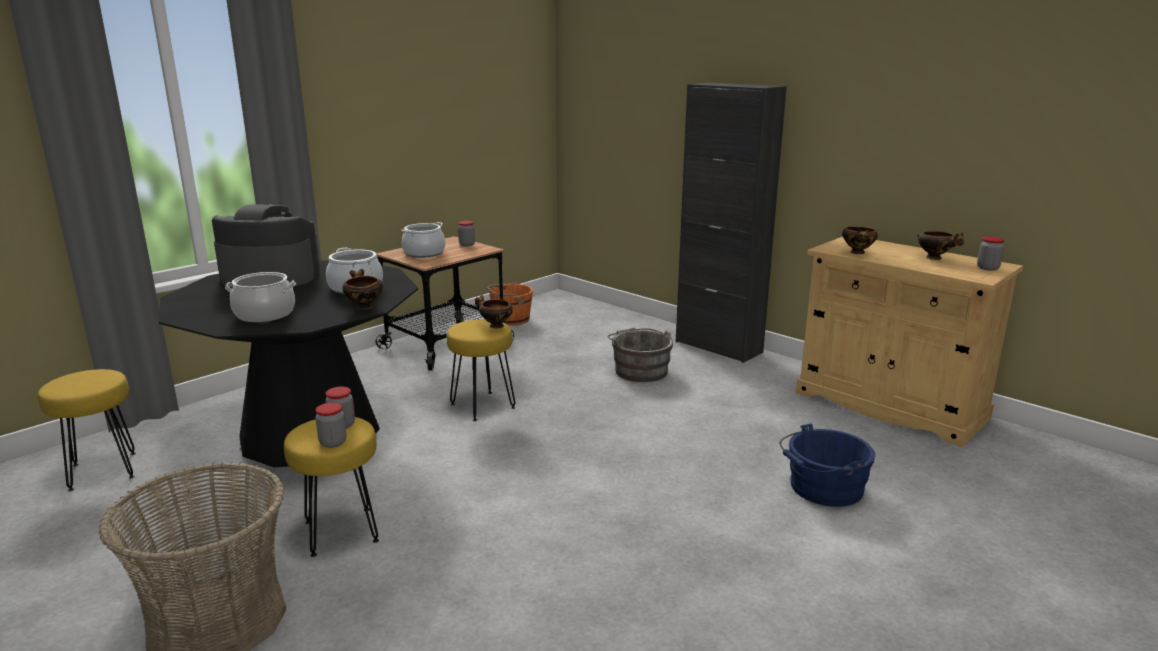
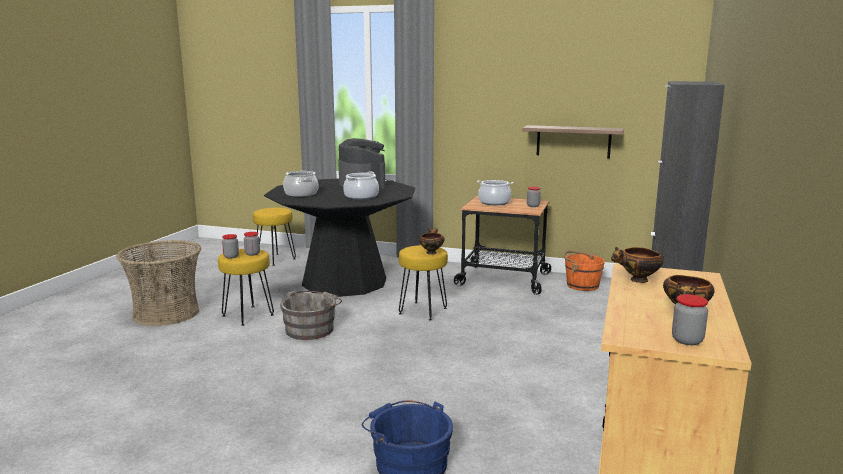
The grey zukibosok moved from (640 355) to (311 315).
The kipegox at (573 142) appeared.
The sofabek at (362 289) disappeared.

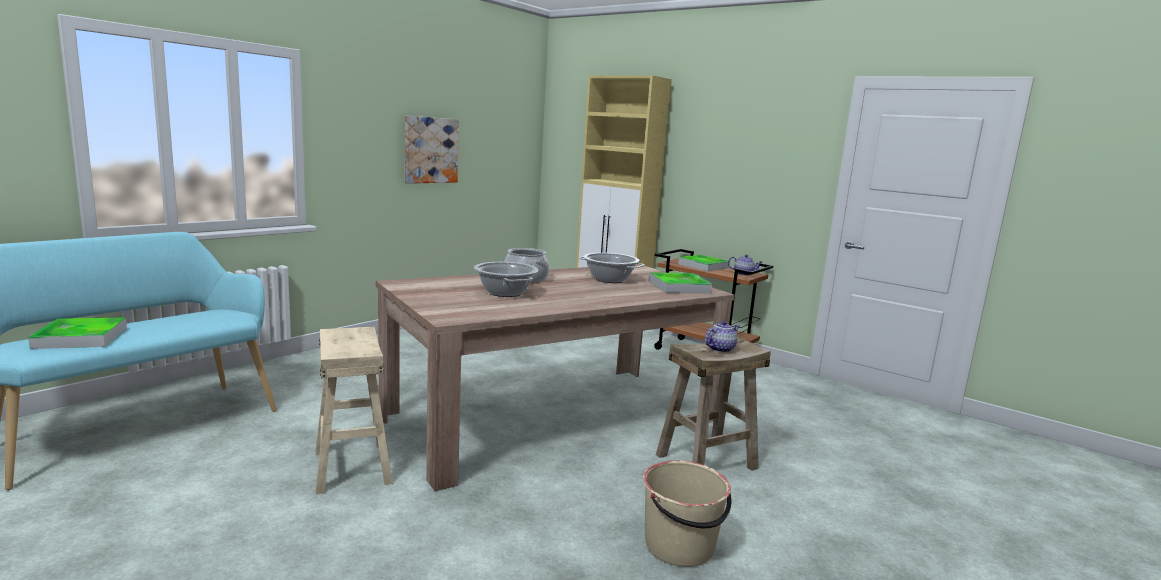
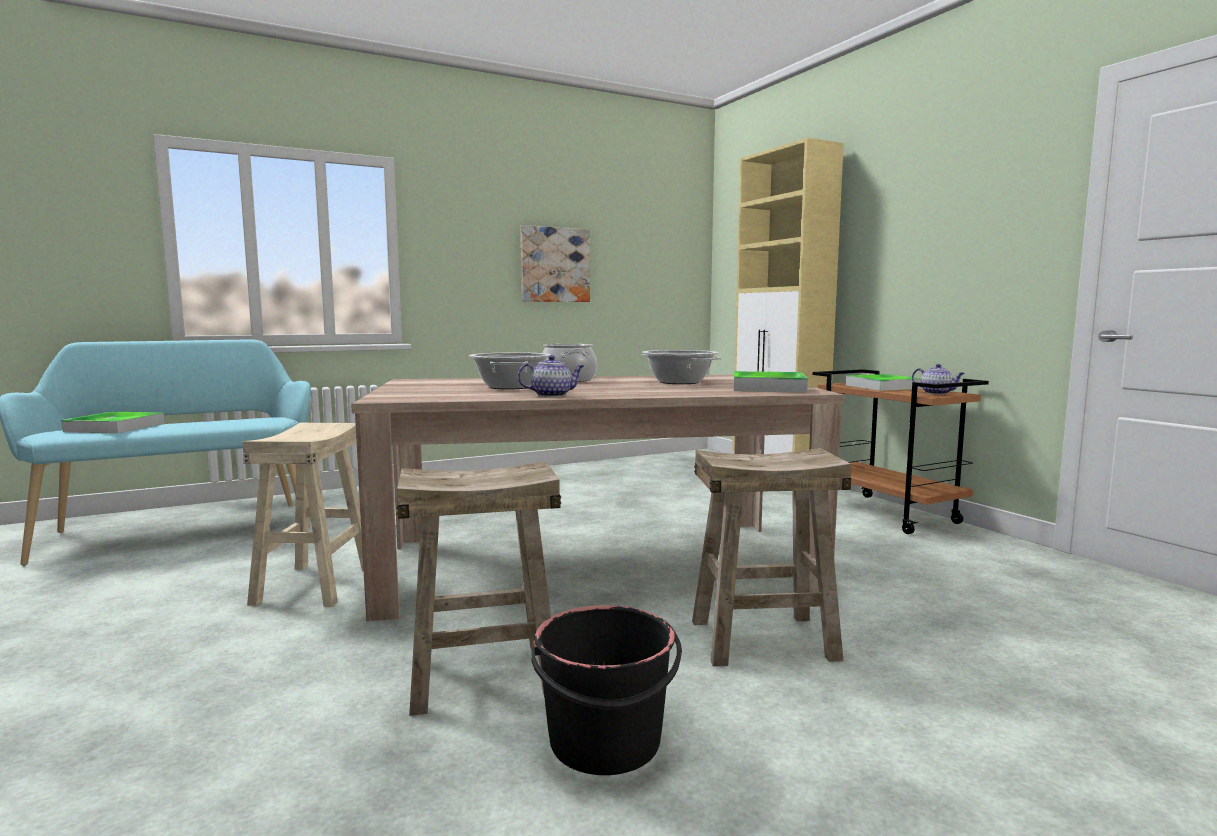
The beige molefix at (478 588) appeared.
The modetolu moved from (722 337) to (551 376).
The beige zukibosok at (687 513) became the black zukibosok at (606 690).

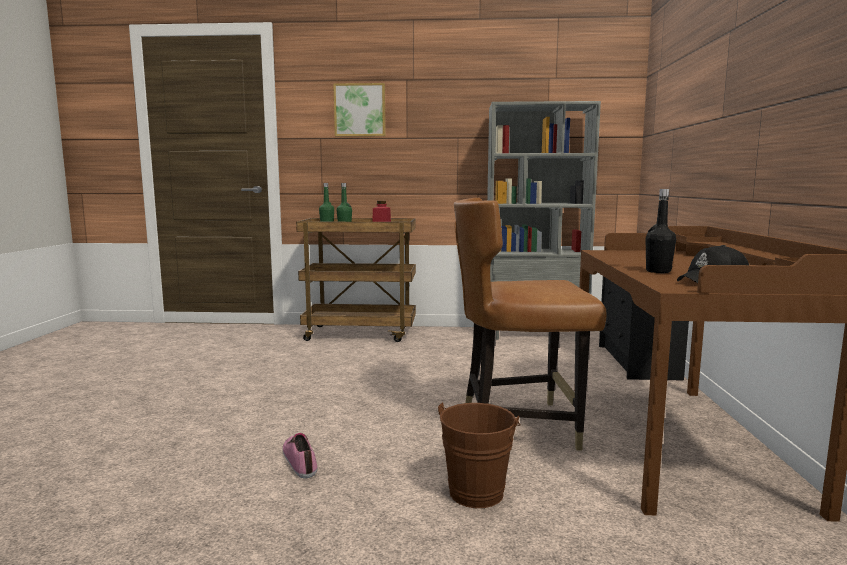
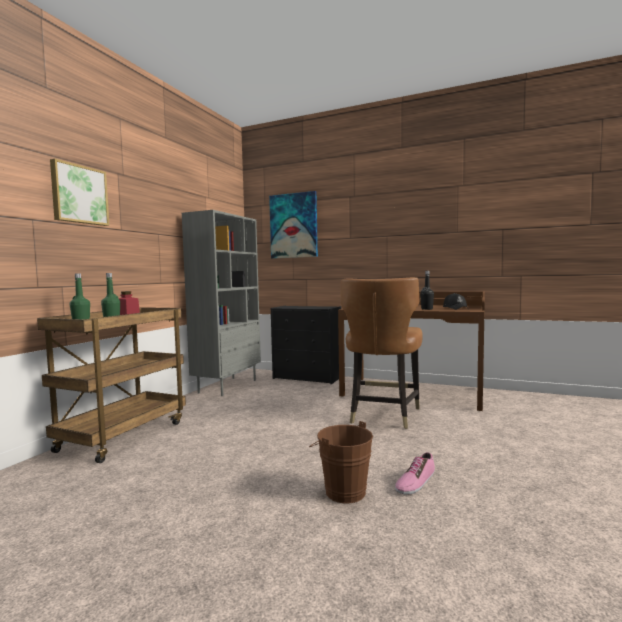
The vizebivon at (293 225) appeared.
The brown zukibosok moved from (479 455) to (341 462).
The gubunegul at (300 455) turned 45 degrees counterclockwise.

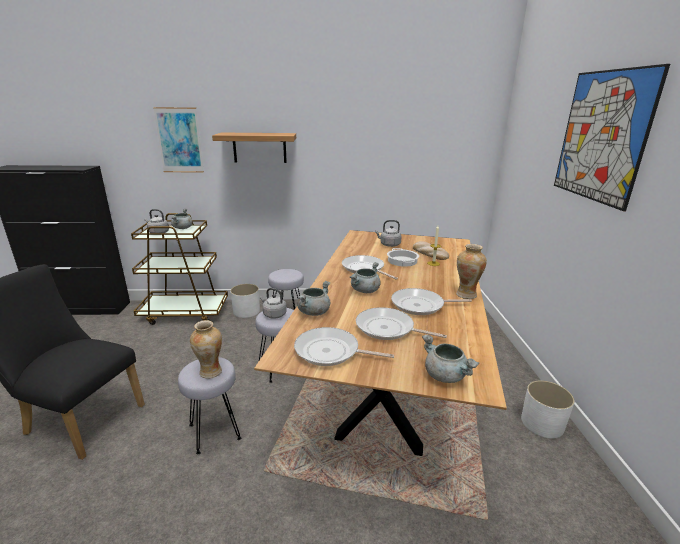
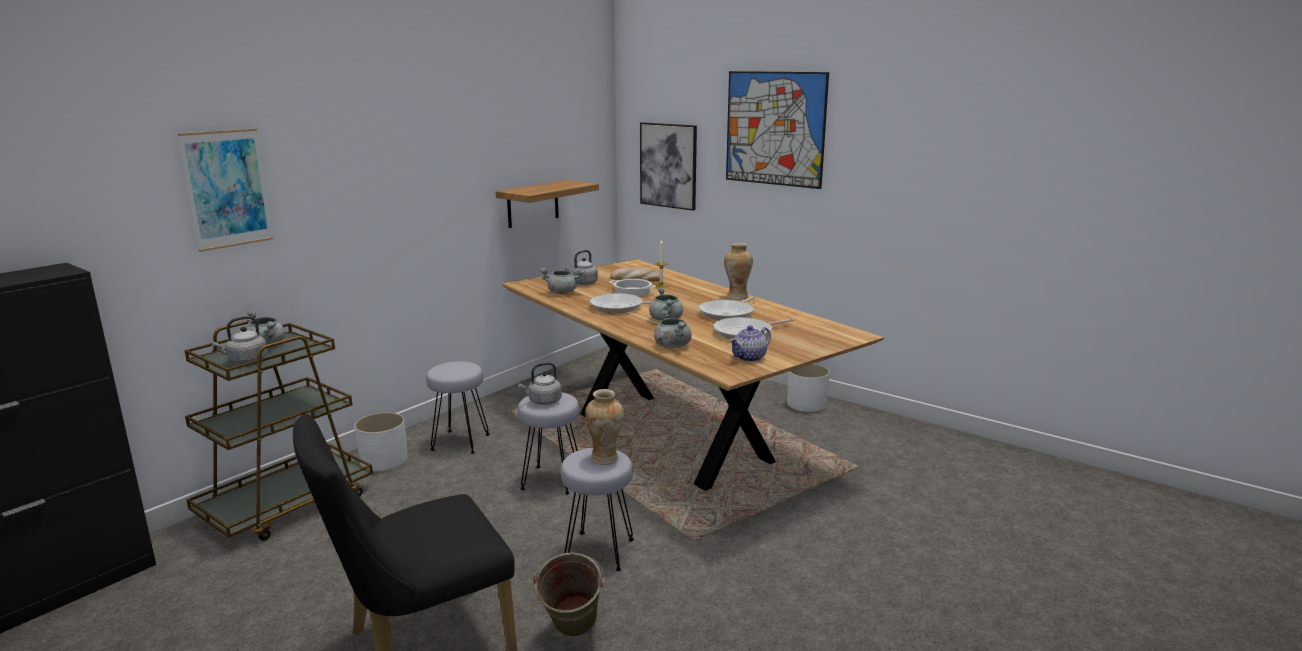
The kipegox moved from (254 148) to (547 204).
The green zukibosok at (569 594) appeared.
The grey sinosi moved from (450 358) to (562 281).
The vizebivon at (668 166) appeared.
The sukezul at (344 346) was replaced by the modetolu at (750 344).

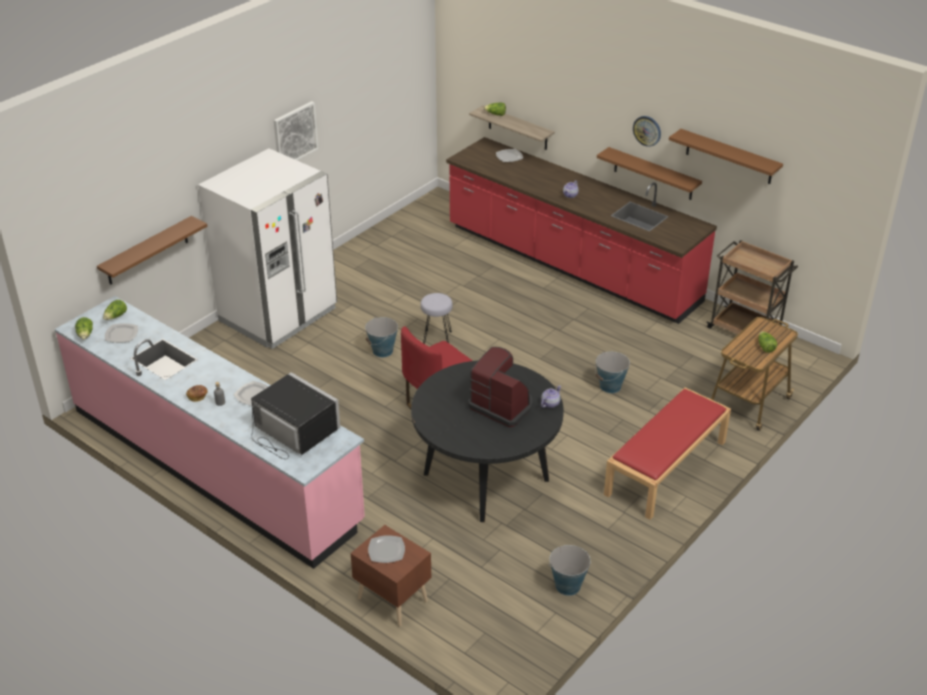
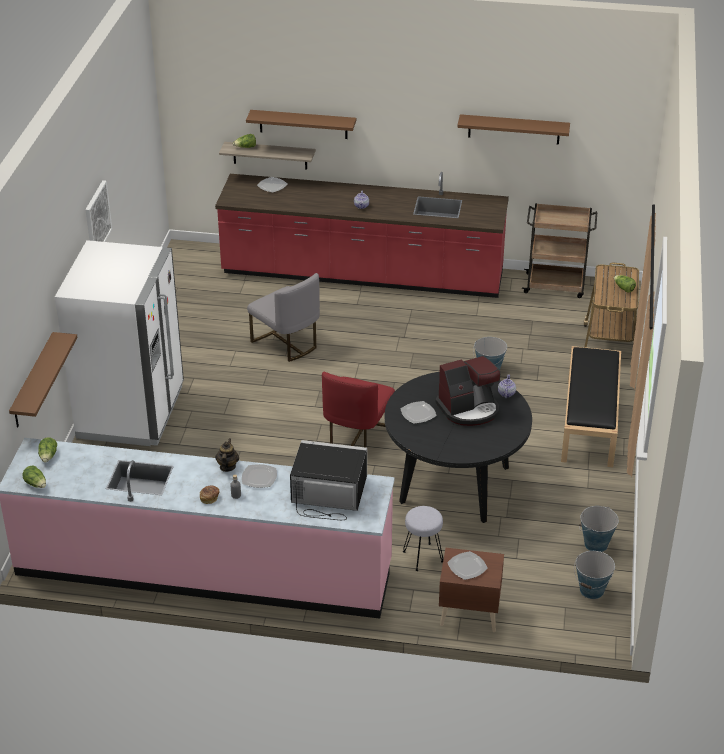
The modetolu at (227 455) appeared.
The brown kipegox moved from (649 173) to (301 124).
The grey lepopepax at (283 317) appeared.
The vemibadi moved from (121 333) to (419 412).
The grey molefix moved from (437 318) to (423 538).
The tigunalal at (500 387) turned 150 degrees clockwise.
The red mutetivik at (667 453) became the black mutetivik at (591 406).
The zukibosok moved from (381 337) to (594 575).
The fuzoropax at (647 131) disappeared.

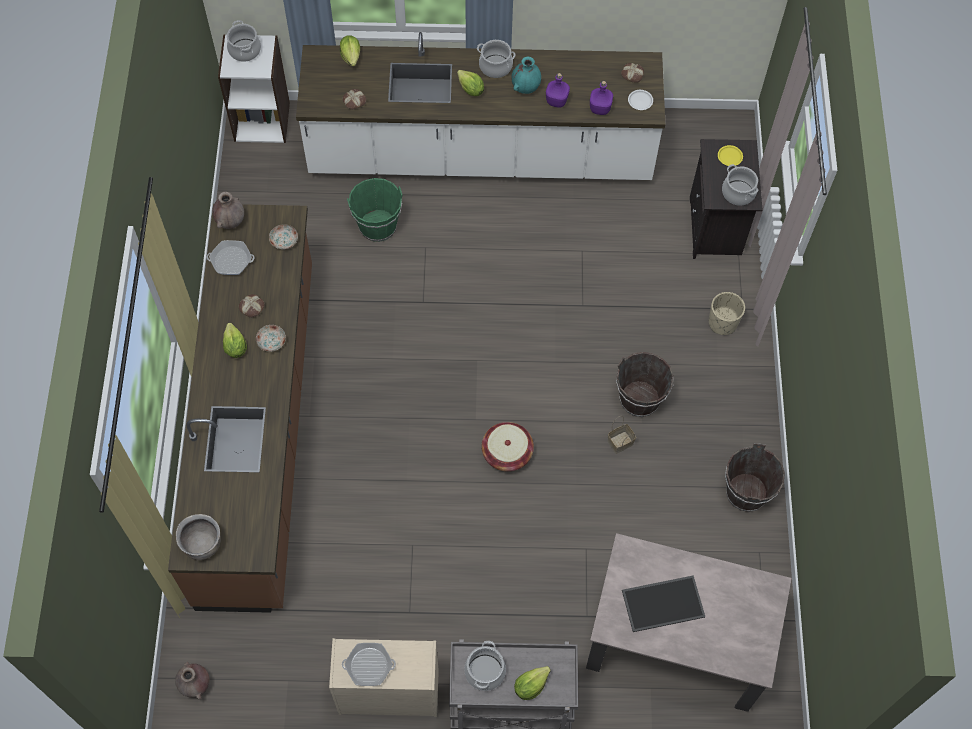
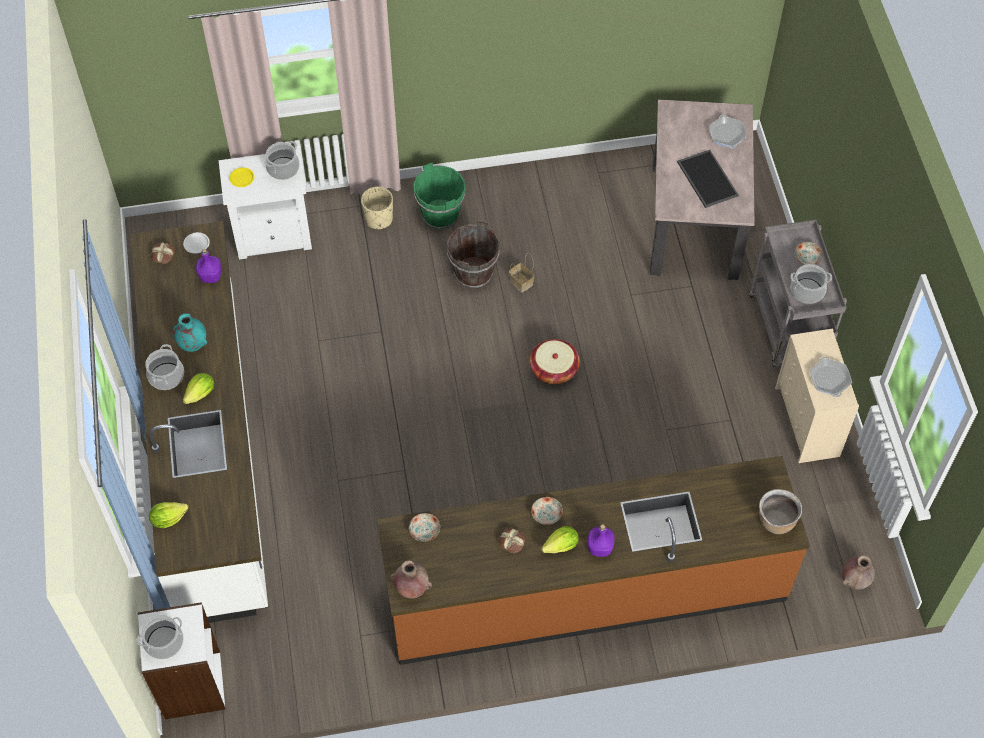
The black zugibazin at (726 199) became the white zugibazin at (265 204).
The green zukibosok moved from (374 210) to (439 196).
The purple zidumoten moved from (558 90) to (601 540).
The sukezul moved from (231 257) to (728 131).
The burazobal at (532 683) was replaced by the vemibadi at (809 253).
The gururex at (354 99) disappeared.
The brown zukibosok at (755 477) disappeared.

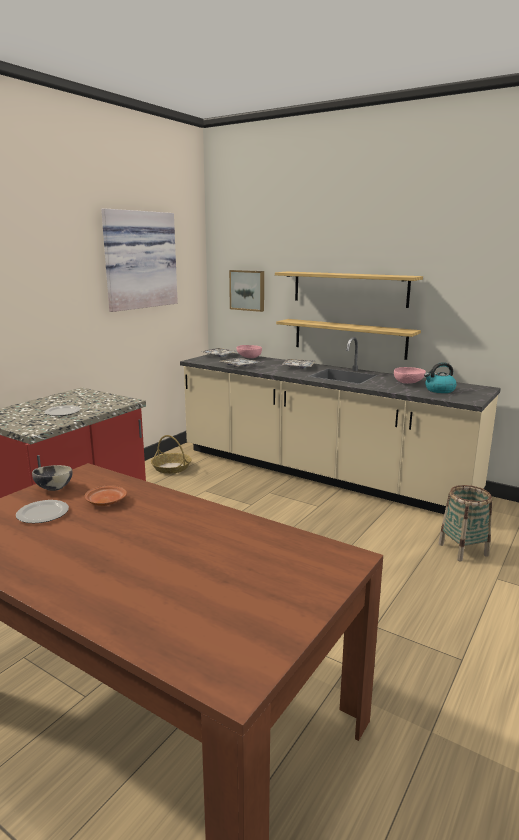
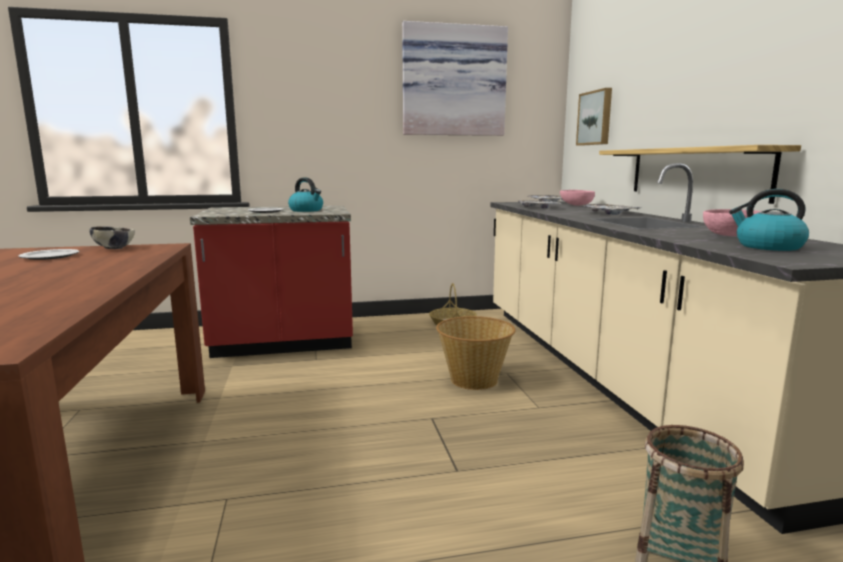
The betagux at (305 194) appeared.
The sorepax at (476 353) appeared.
The brown vemibadi at (106 495) disappeared.
The kipegox at (349 289) disappeared.

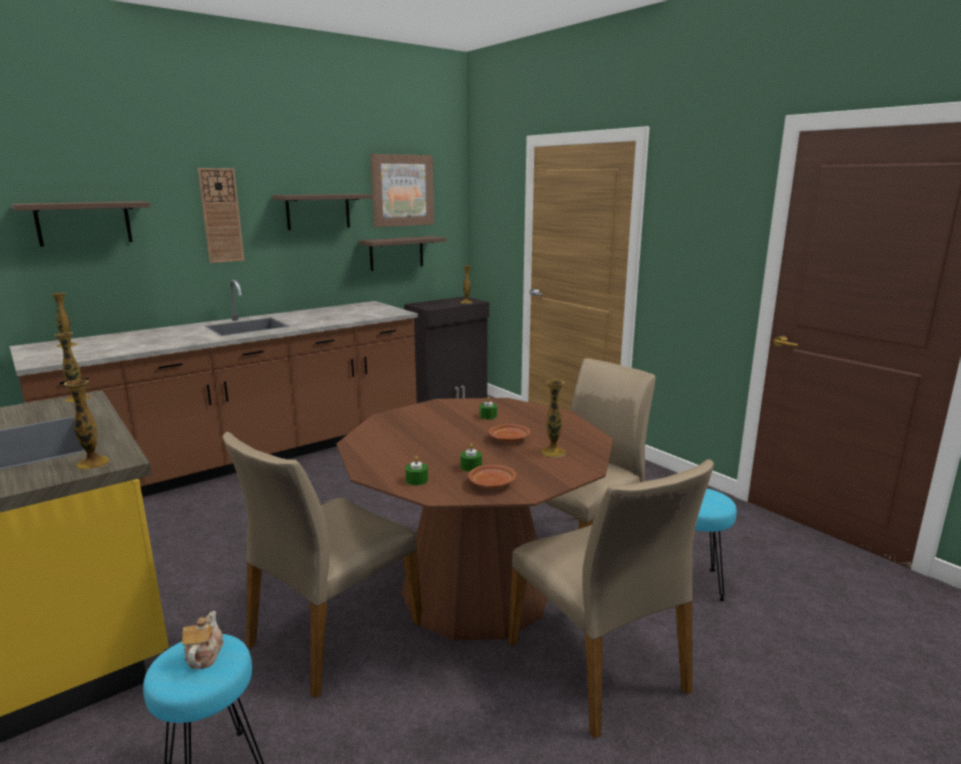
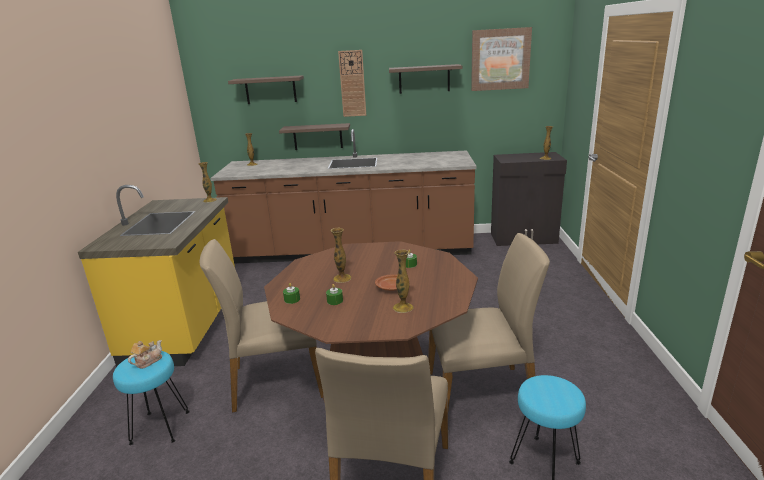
The kipegox moved from (402 253) to (314 136).
The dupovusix moved from (87 424) to (341 255).
The brown vemibadi at (492 476) disappeared.

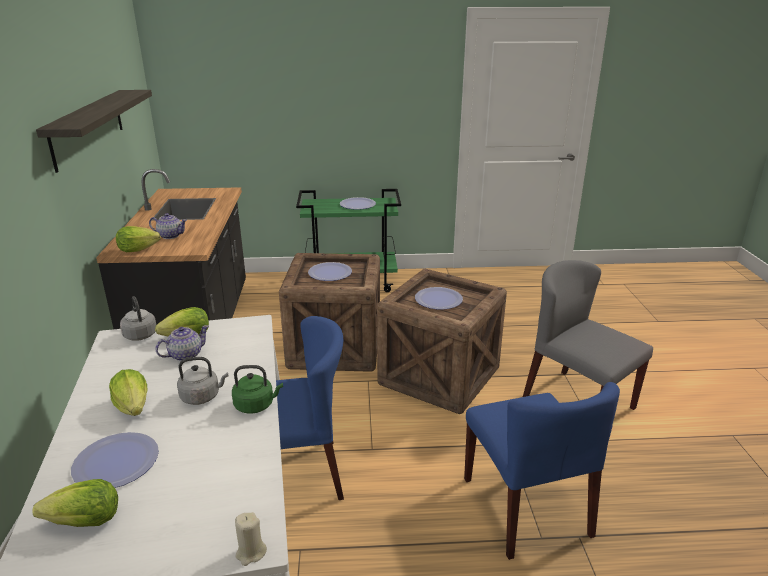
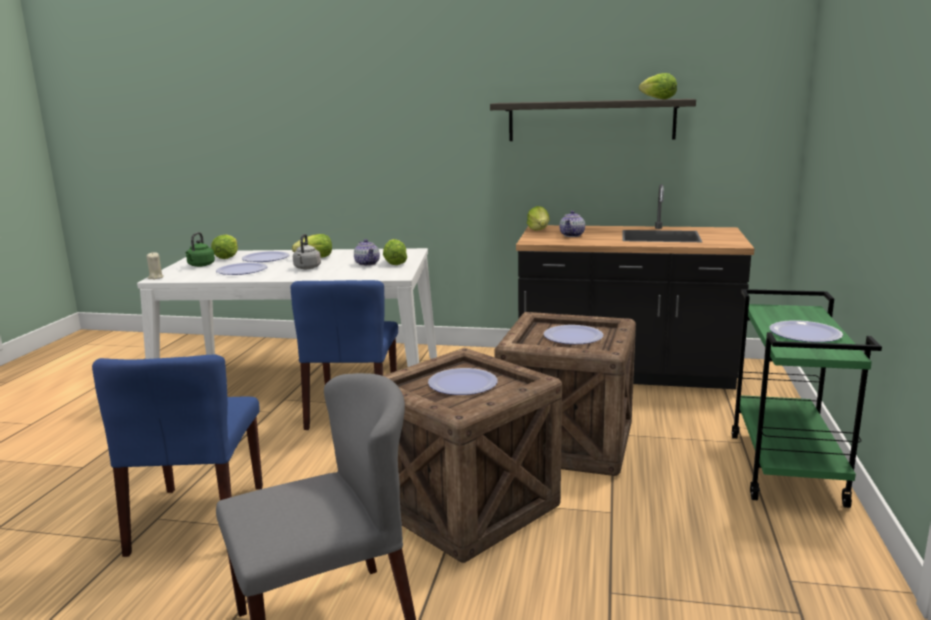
The blue lepopepax at (542 471) turned 90 degrees counterclockwise.
The green betagux moved from (257 389) to (200 249).
The vemibadi at (241 268) appeared.
The burazobal at (658 86) appeared.
The grey betagux at (138 318) disappeared.

